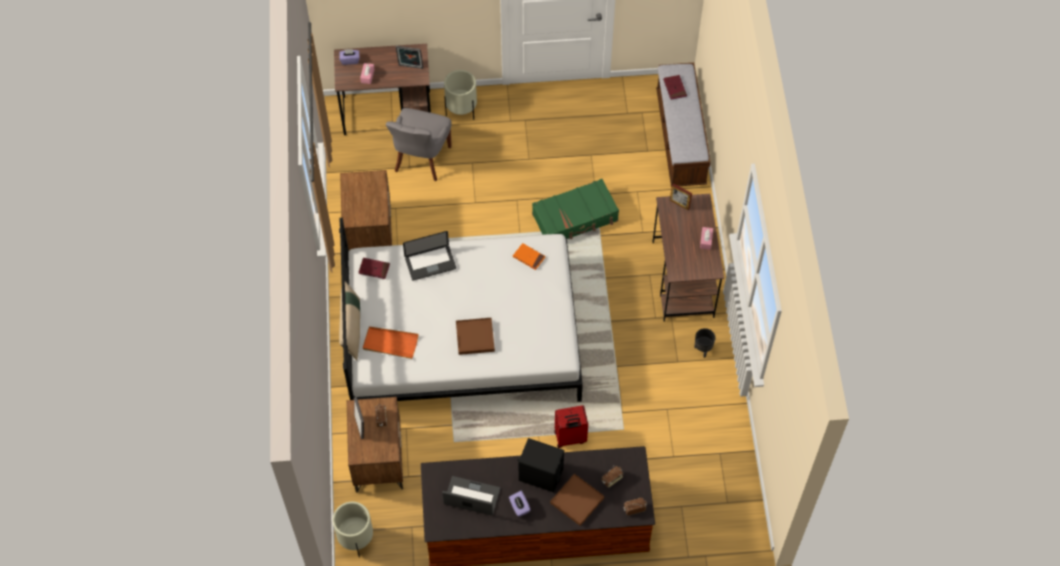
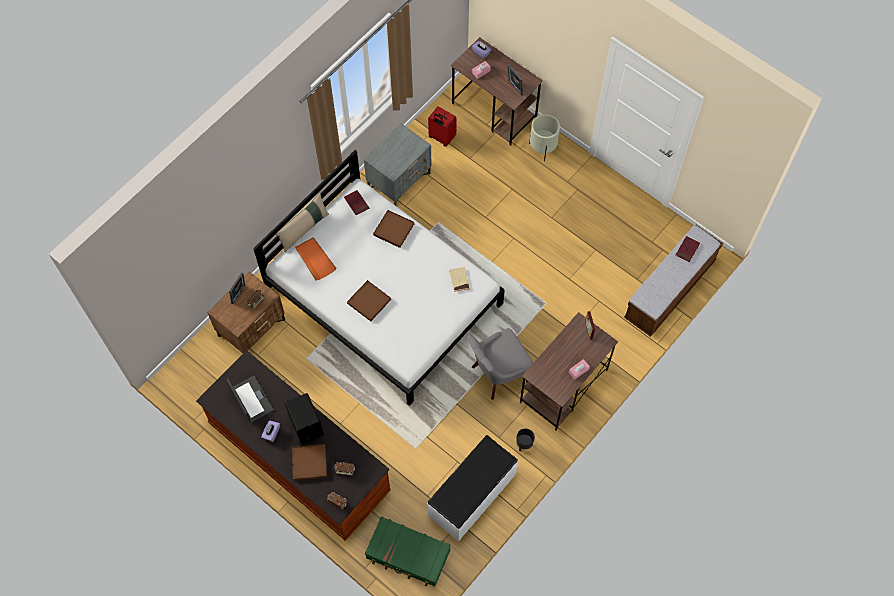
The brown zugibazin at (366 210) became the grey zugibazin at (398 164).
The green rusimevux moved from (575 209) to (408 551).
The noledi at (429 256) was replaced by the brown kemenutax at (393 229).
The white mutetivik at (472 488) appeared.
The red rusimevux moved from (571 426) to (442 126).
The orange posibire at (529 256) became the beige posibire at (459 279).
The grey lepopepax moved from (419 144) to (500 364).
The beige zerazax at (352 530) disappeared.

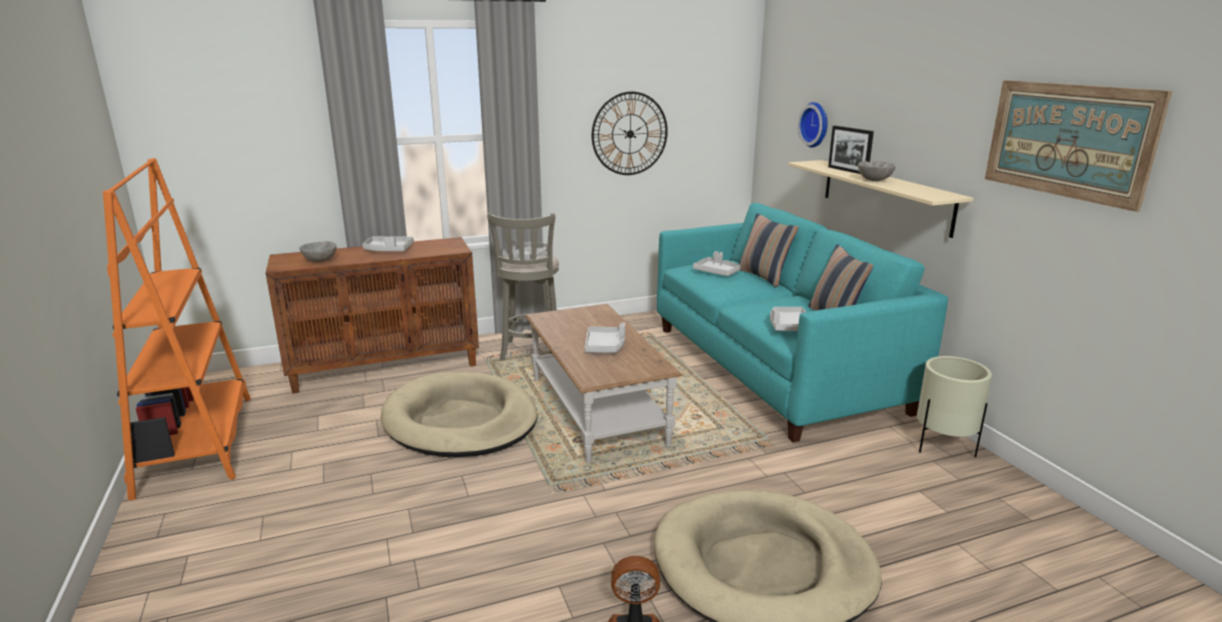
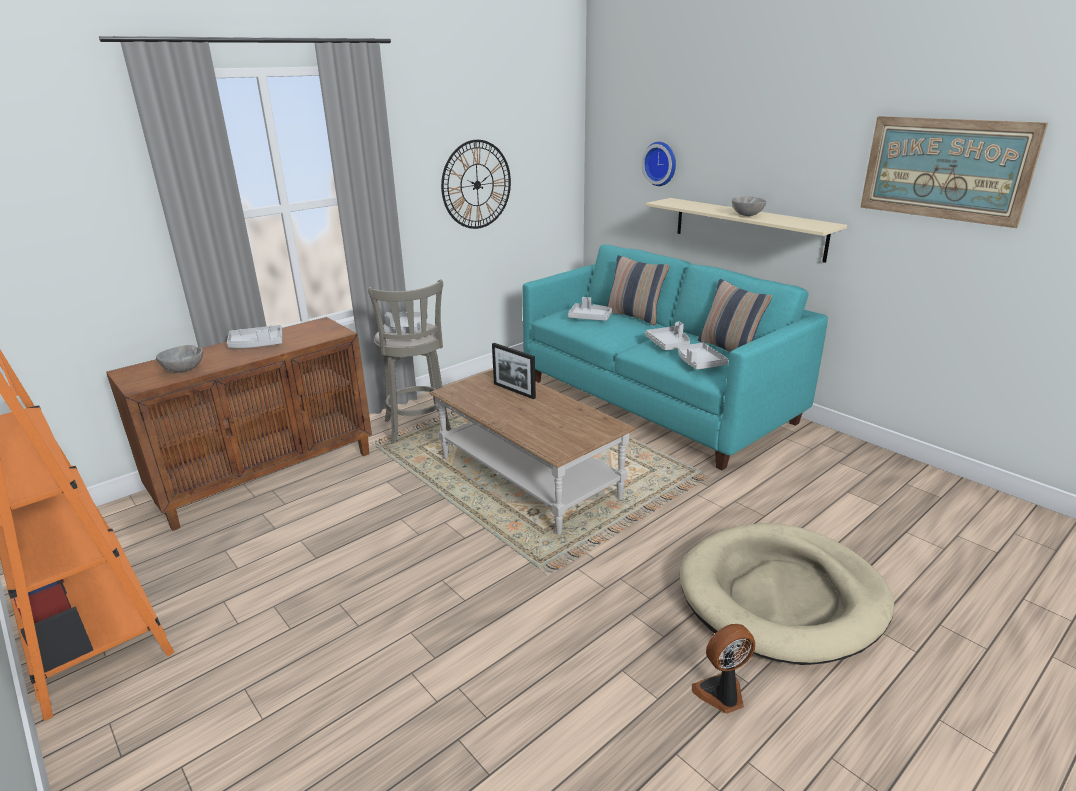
The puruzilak moved from (851 150) to (514 371).
The grey kemenutax moved from (605 338) to (667 336).
The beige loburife at (459 414) disappeared.
The beige zerazax at (954 406) disappeared.

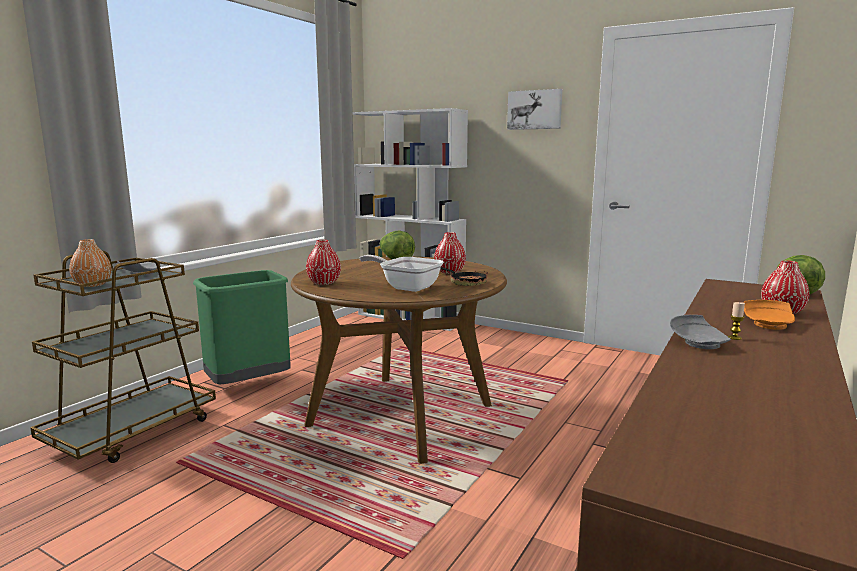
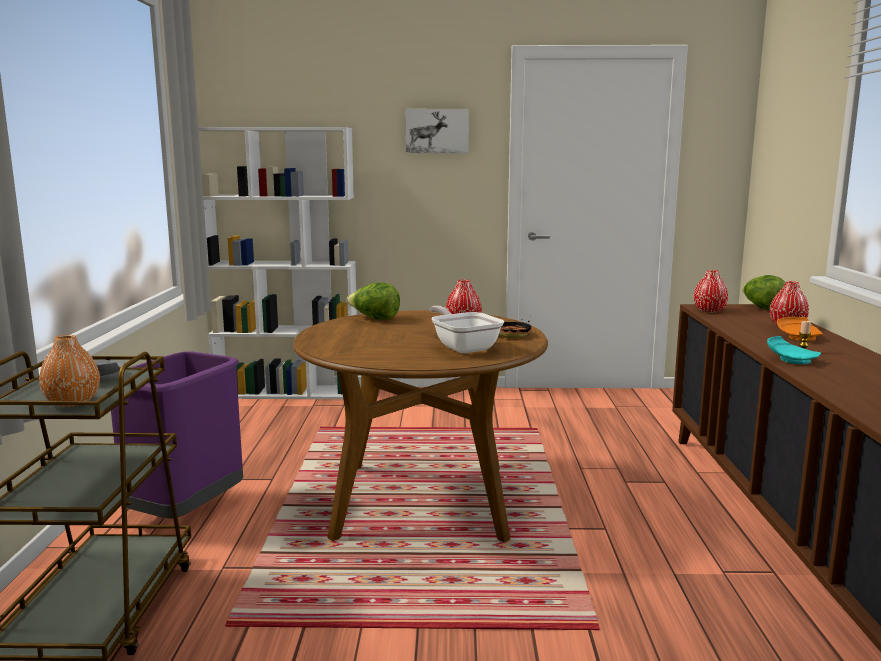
The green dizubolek at (242 327) became the purple dizubolek at (177 434).
The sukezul at (401 273) turned 60 degrees clockwise.
The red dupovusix moved from (323 262) to (711 291).
The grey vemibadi at (700 332) became the turquoise vemibadi at (794 350).

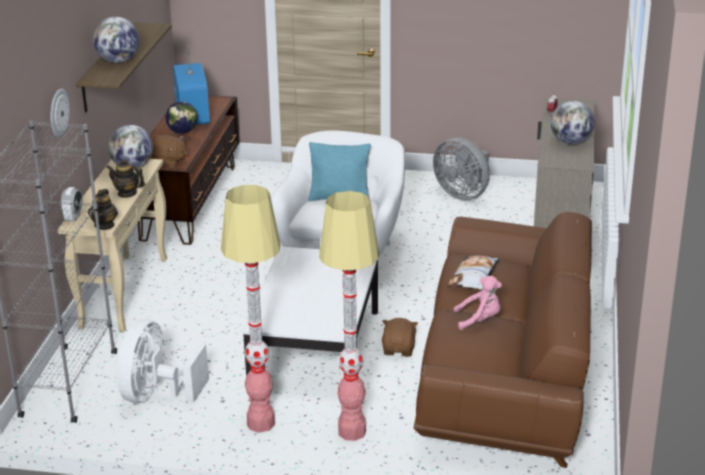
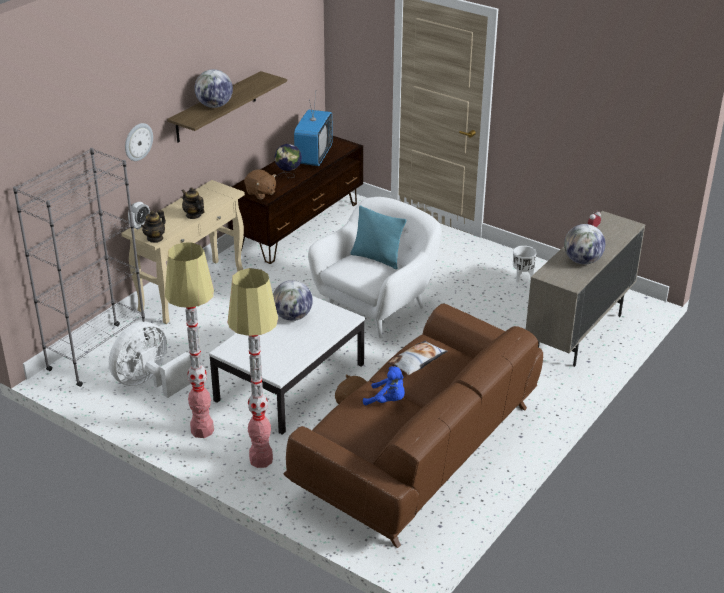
The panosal moved from (130 147) to (293 300).
The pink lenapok at (478 303) became the blue lenapok at (384 385).
The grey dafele at (461 168) was replaced by the white zerazax at (525 264).

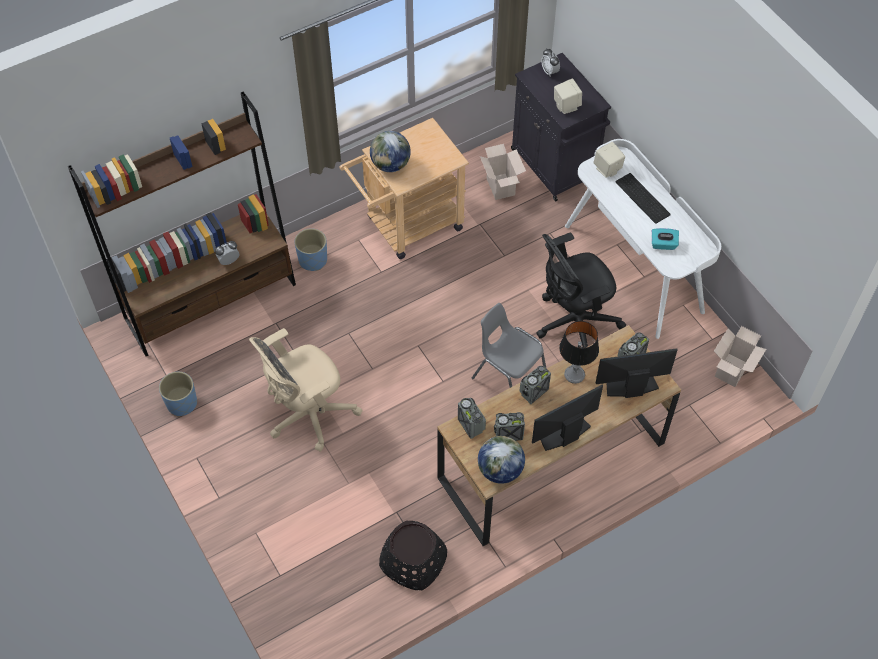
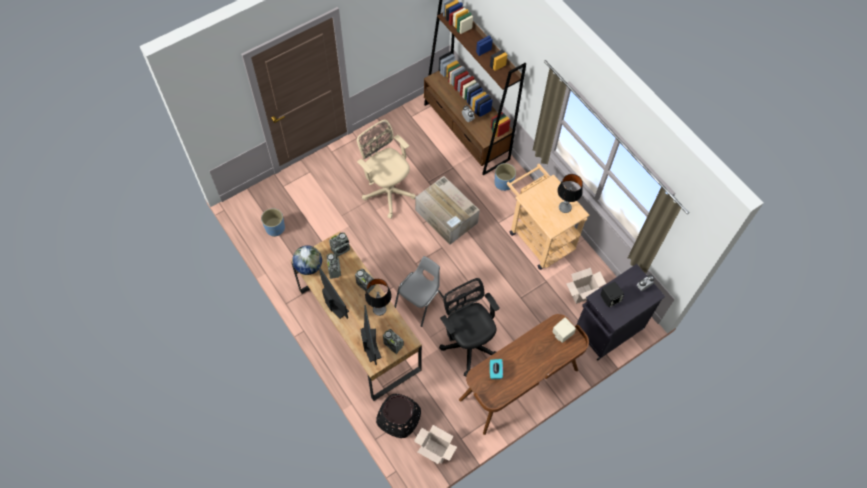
The blue zerazax moved from (178 394) to (273 222).
The black zerazax moved from (413 555) to (398 416).
The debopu at (447 210) appeared.
The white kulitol at (643 239) became the brown kulitol at (524 374).
The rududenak at (570 193) appeared.
The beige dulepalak at (568 96) became the black dulepalak at (612 294).
The panosal at (390 151) disappeared.
The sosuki at (643 198) disappeared.

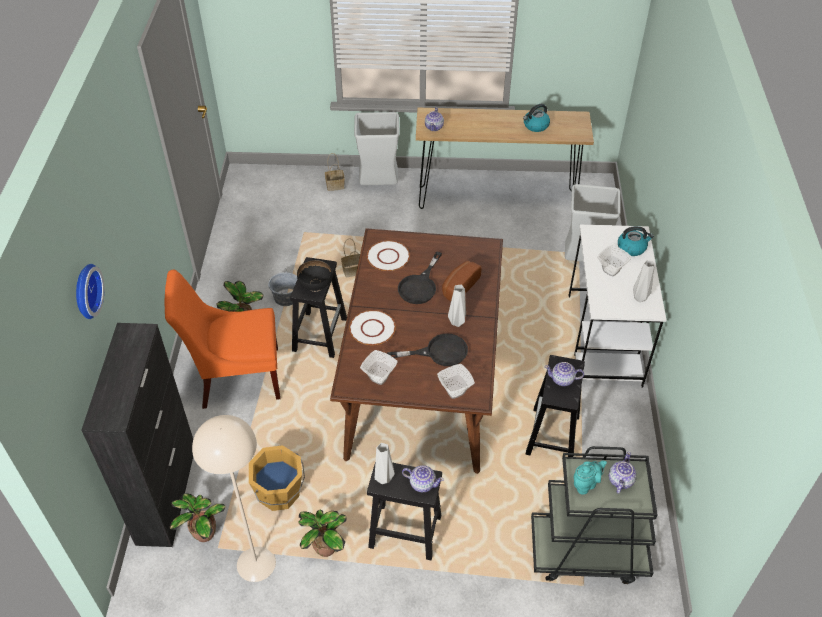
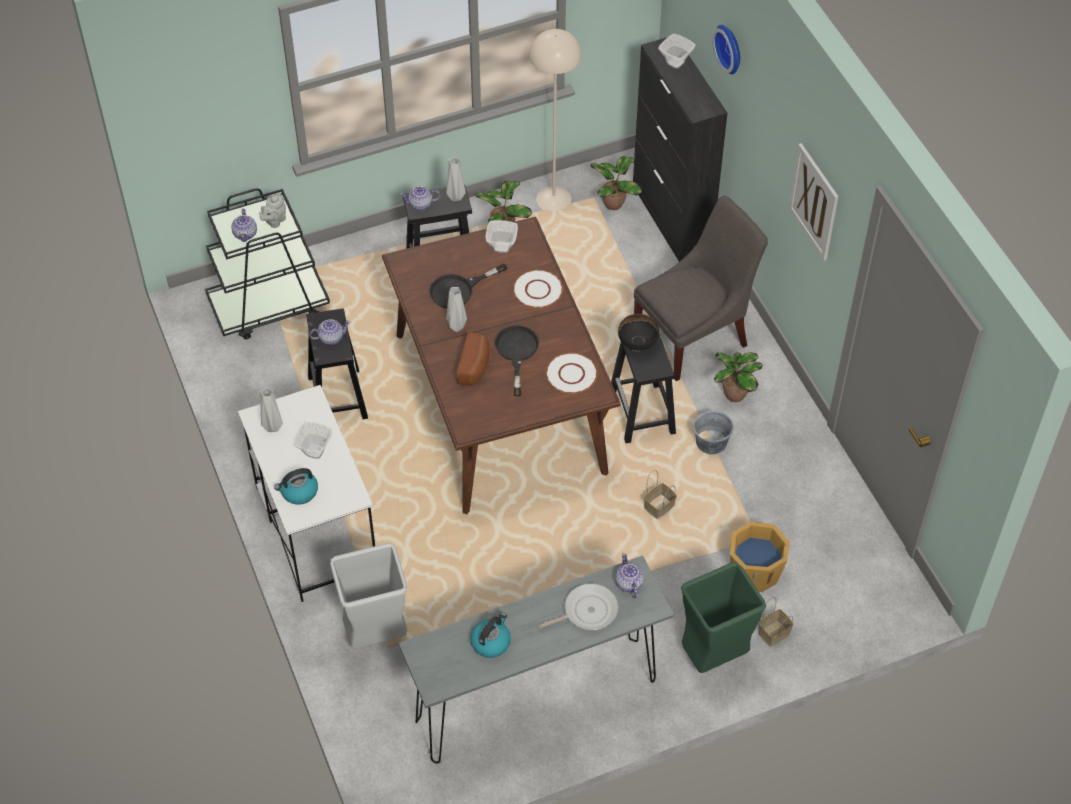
The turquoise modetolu at (590 478) became the grey modetolu at (272 210).
The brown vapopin at (505 158) became the grey vapopin at (536 659).
The sukezul at (578 606) appeared.
The orange lepopepax at (222 339) became the grey lepopepax at (701 288).
The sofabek moved from (456 381) to (677 51).
The grey dizubolek at (377 148) became the green dizubolek at (723 617).
The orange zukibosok moved from (277 478) to (760 557).
The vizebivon at (813 202) appeared.

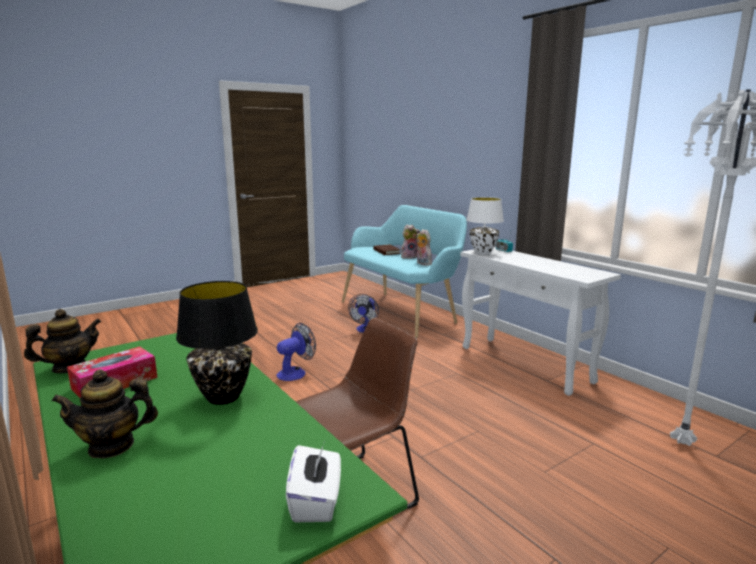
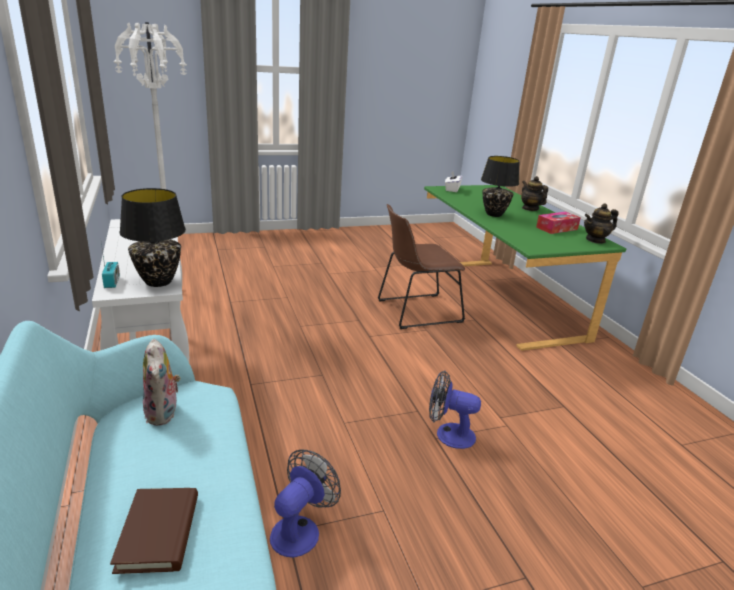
The white rududenak at (485 226) became the black rududenak at (152 237).
The dafele at (296 352) turned 45 degrees clockwise.
The modetolu at (104 414) turned 120 degrees counterclockwise.
The lenapok at (410 242) disappeared.

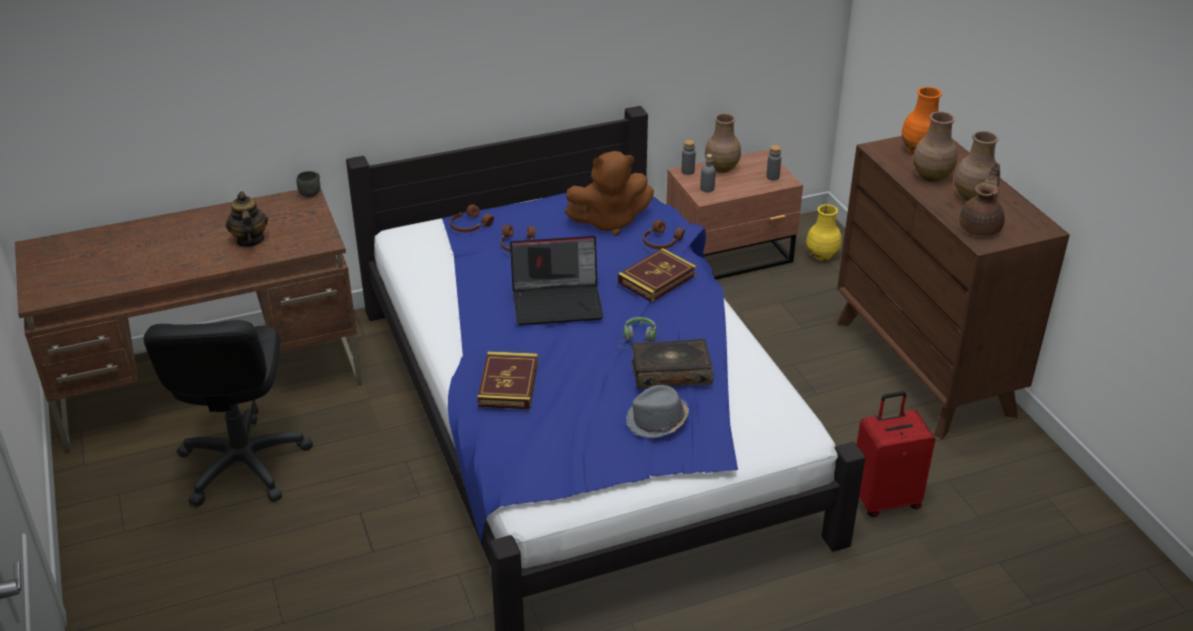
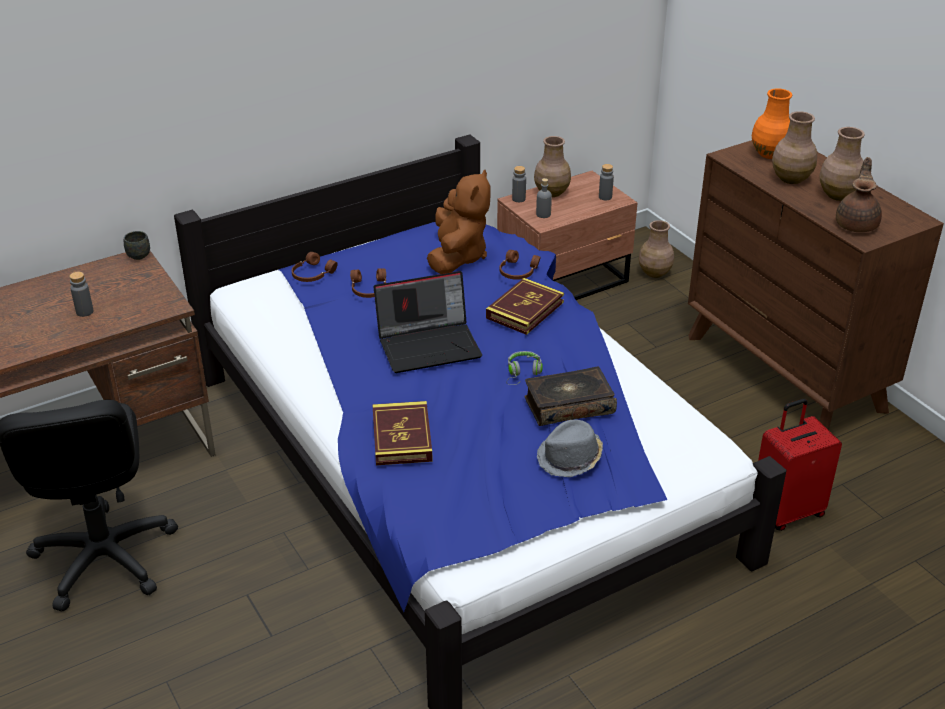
The modetolu at (247 219) was replaced by the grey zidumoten at (81 294).
The brown lenapok at (609 193) turned 60 degrees counterclockwise.
The yellow dupovusix at (824 232) became the brown dupovusix at (656 249).

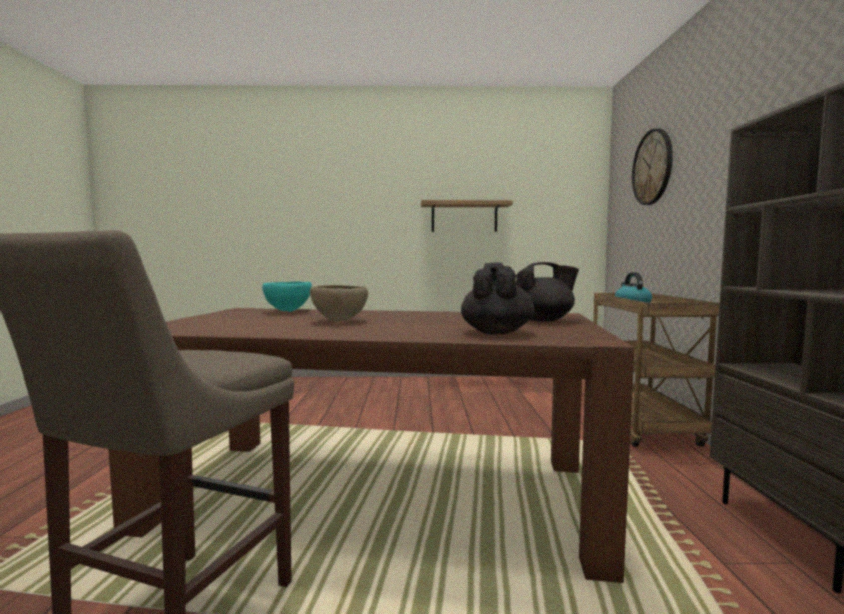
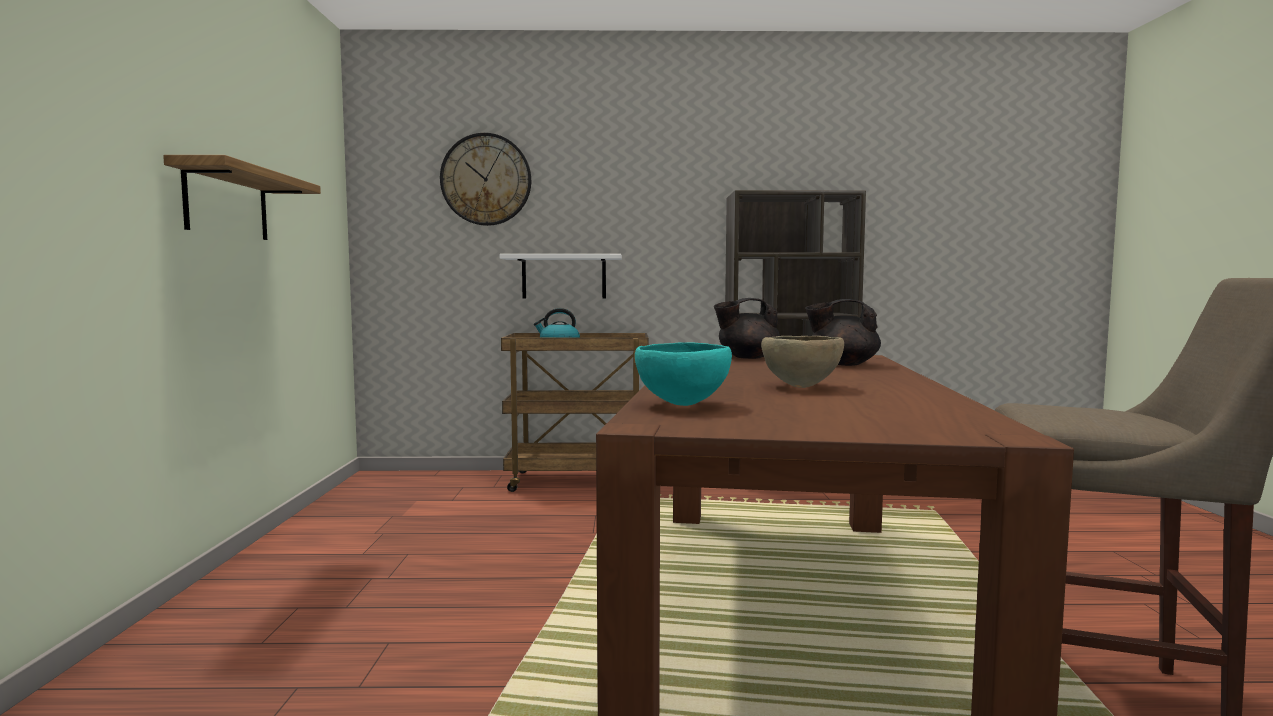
The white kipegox at (560 276) appeared.
The black modetolu at (547 292) turned 90 degrees counterclockwise.

